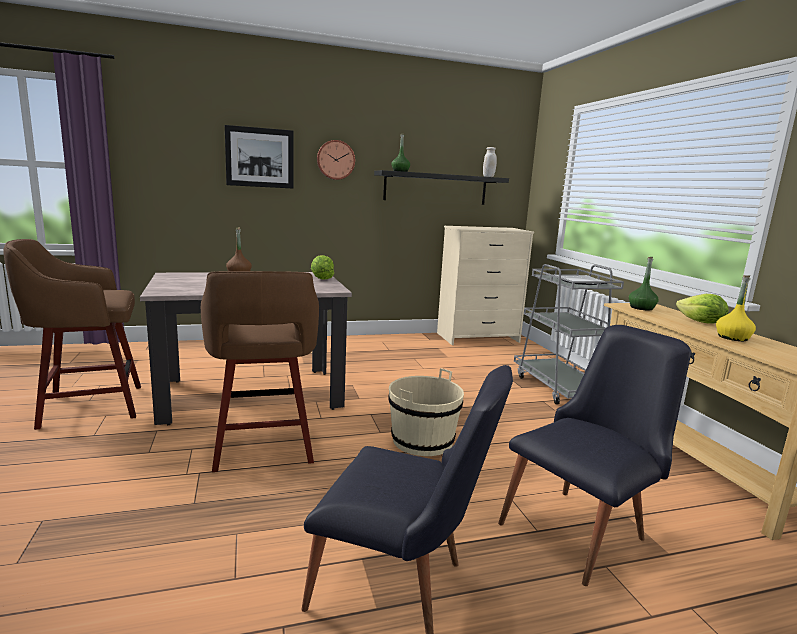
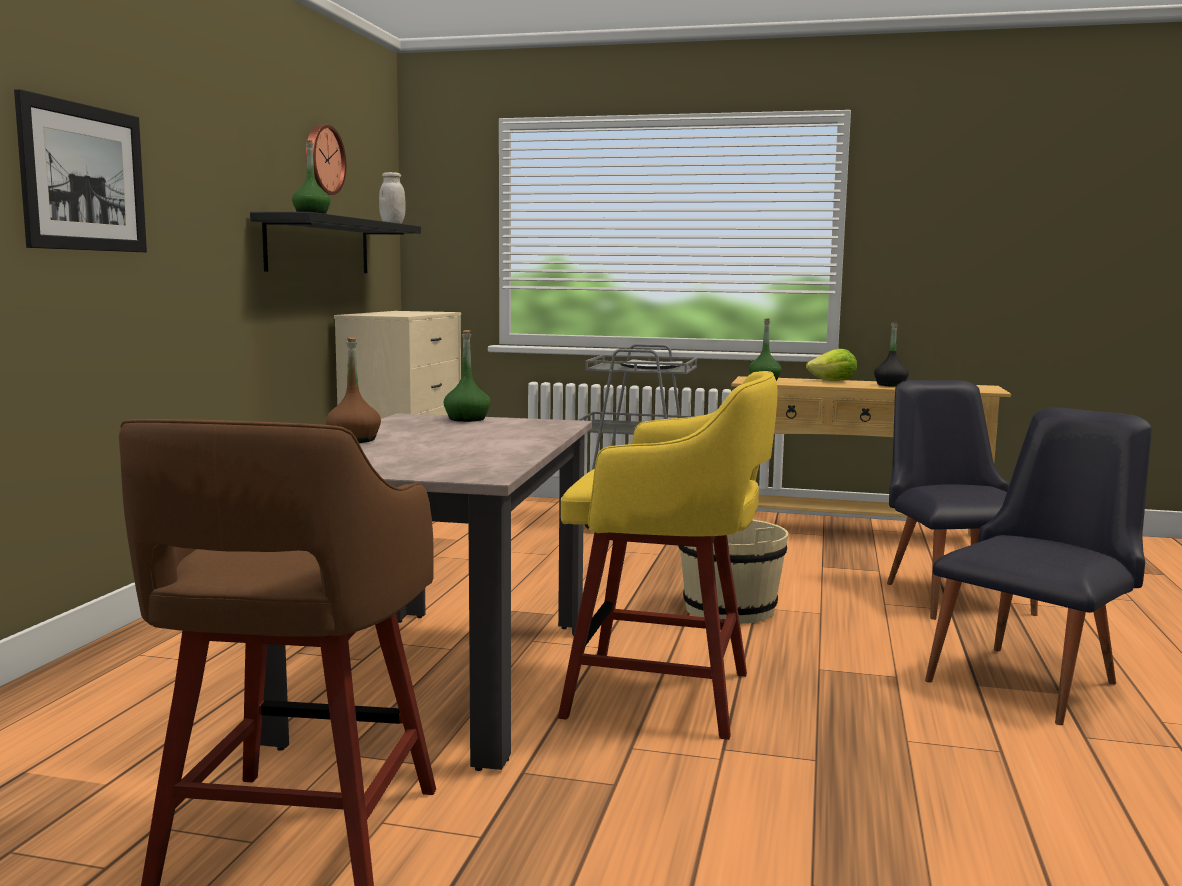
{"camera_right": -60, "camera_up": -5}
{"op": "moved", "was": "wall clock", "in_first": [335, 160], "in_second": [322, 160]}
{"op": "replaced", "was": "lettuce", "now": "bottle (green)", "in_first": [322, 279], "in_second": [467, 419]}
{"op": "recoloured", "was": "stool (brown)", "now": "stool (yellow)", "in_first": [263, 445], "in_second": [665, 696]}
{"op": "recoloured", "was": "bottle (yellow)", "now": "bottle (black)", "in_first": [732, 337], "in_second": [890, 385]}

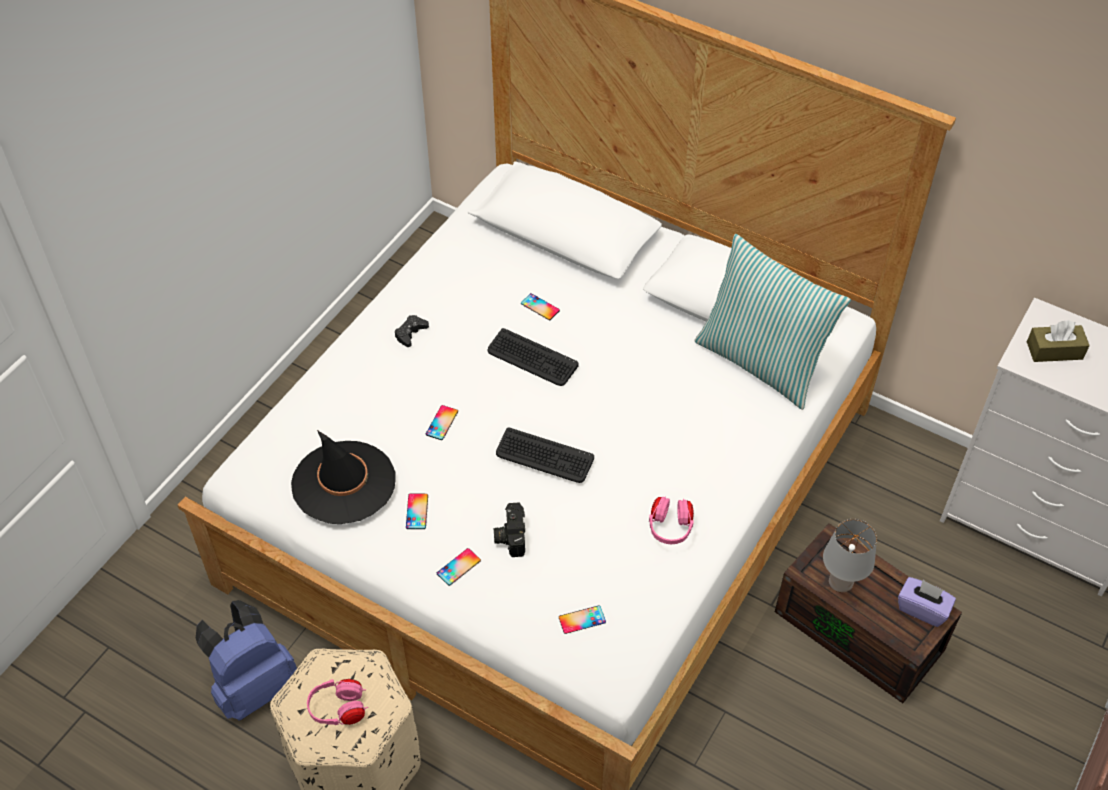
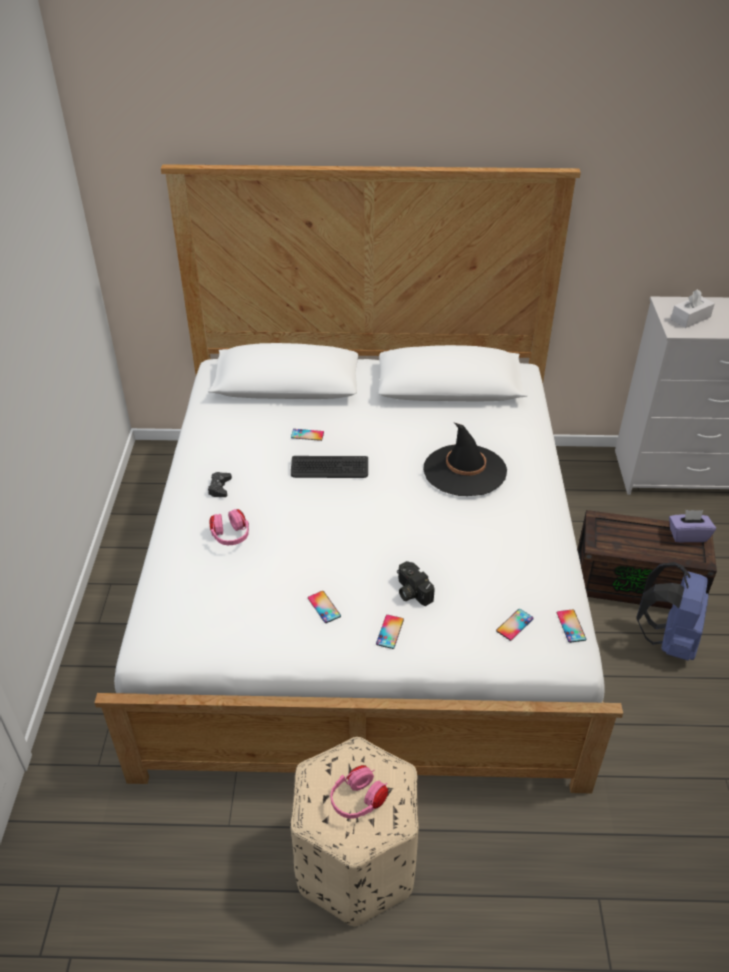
{"camera_right": -30, "camera_up": -10}
{"op": "removed", "was": "keyboard", "in_first": [544, 456]}
{"op": "removed", "was": "pillow", "in_first": [761, 362]}
{"op": "removed", "was": "table lamp (grey)", "in_first": [841, 583]}
{"op": "moved", "was": "backpack (blue)", "in_first": [254, 686], "in_second": [668, 639]}
{"op": "moved", "was": "hat (black)", "in_first": [344, 482], "in_second": [464, 470]}
{"op": "moved", "was": "phone", "in_first": [442, 423], "in_second": [571, 626]}
{"op": "moved", "was": "headphones (pink)", "in_first": [670, 528], "in_second": [230, 537]}
{"op": "recoloured", "was": "tissue box (brown)", "now": "tissue box (white)", "in_first": [1054, 350], "in_second": [690, 318]}

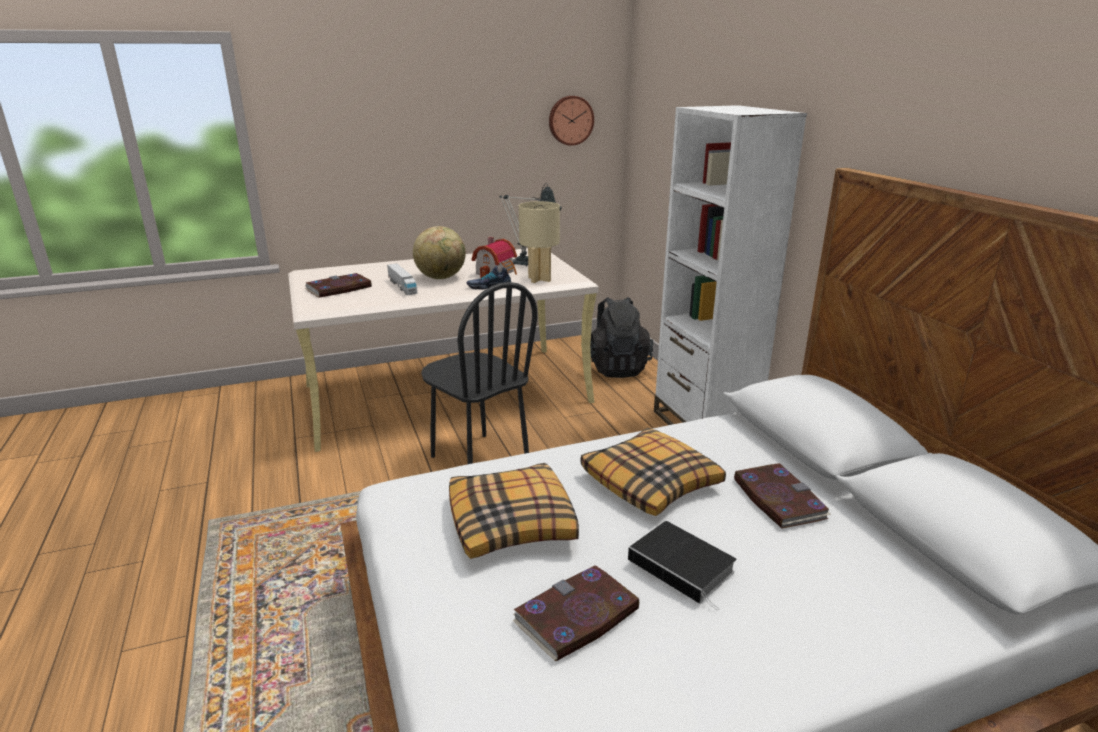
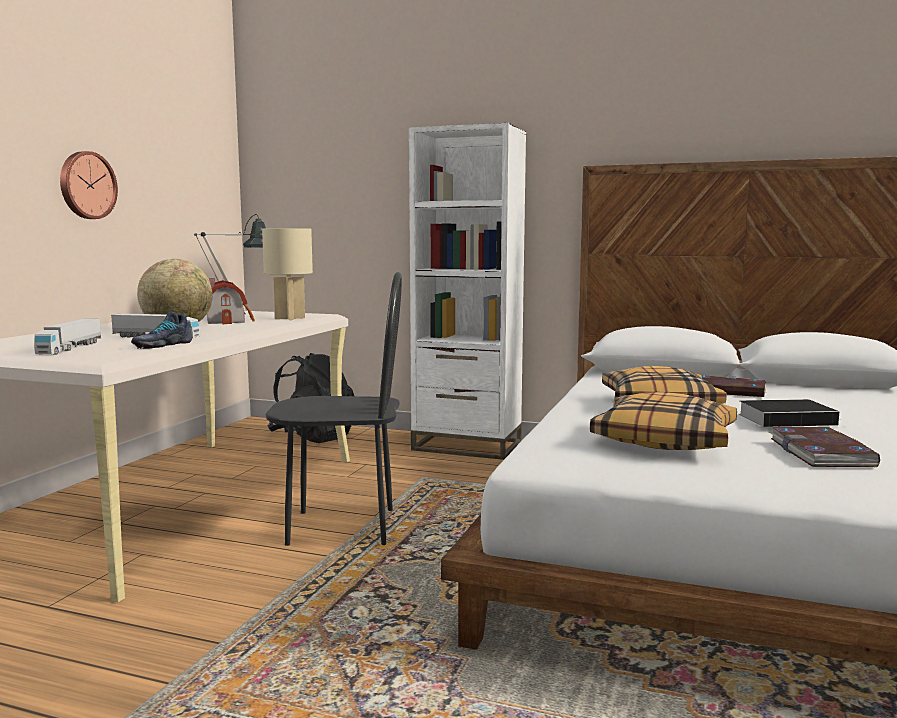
{"camera_right": -50, "camera_up": -15}
{"op": "moved", "was": "shoe", "in_first": [489, 286], "in_second": [162, 345]}
{"op": "moved", "was": "wall clock", "in_first": [570, 120], "in_second": [86, 185]}
{"op": "replaced", "was": "book", "now": "toy truck", "in_first": [339, 288], "in_second": [70, 348]}

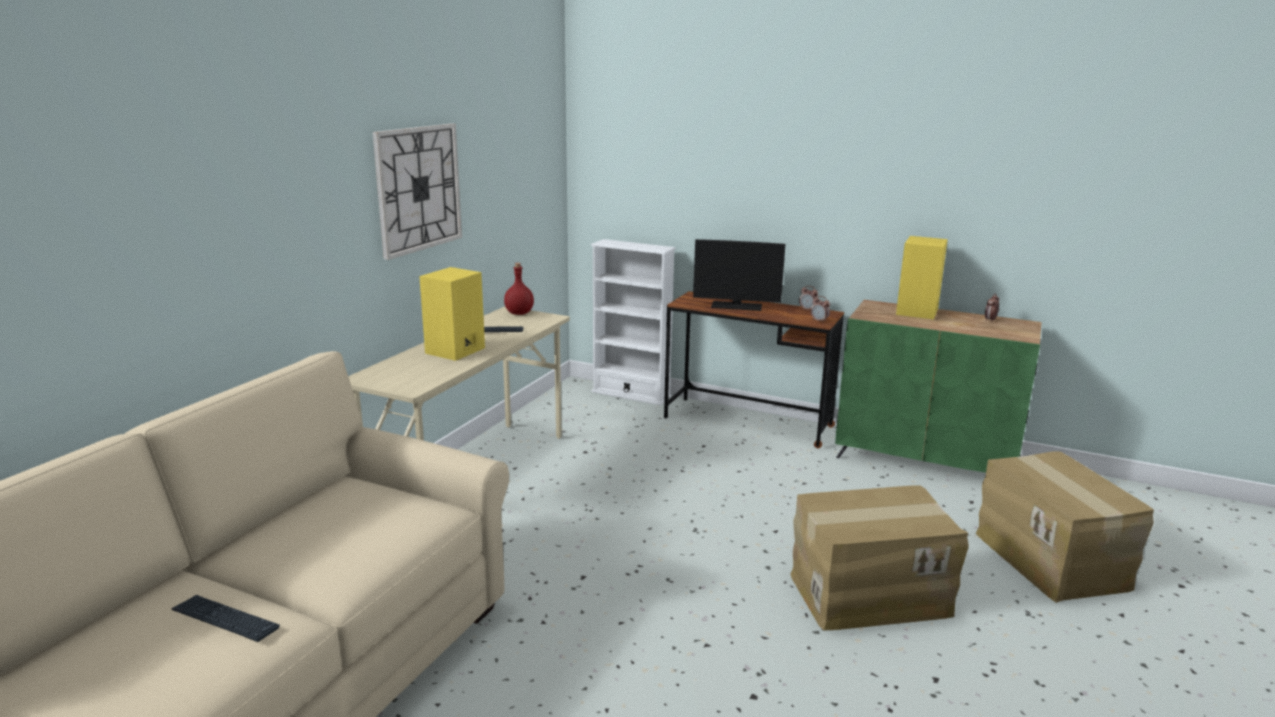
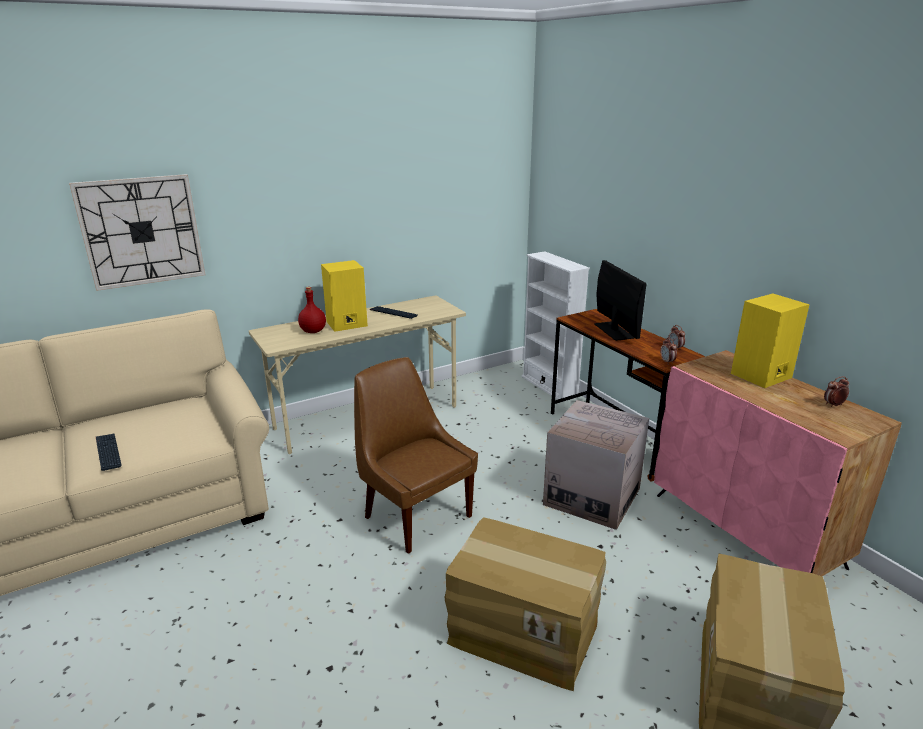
{"camera_right": 35, "camera_up": 5}
{"op": "added", "now": "chair (brown)", "in_second": [415, 515]}
{"op": "added", "now": "cardboard box", "in_second": [592, 496]}
{"op": "moved", "was": "keyboard", "in_first": [225, 619], "in_second": [108, 452]}
{"op": "moved", "was": "wall clock", "in_first": [418, 188], "in_second": [141, 231]}
{"op": "moved", "was": "bottle (red)", "in_first": [519, 313], "in_second": [312, 331]}
{"op": "recoloured", "was": "cabinet (green)", "now": "cabinet (pink)", "in_first": [926, 461], "in_second": [746, 530]}
{"op": "turned", "was": "monitor", "in_first": [736, 306], "in_second": [613, 331], "clockwise": -150}

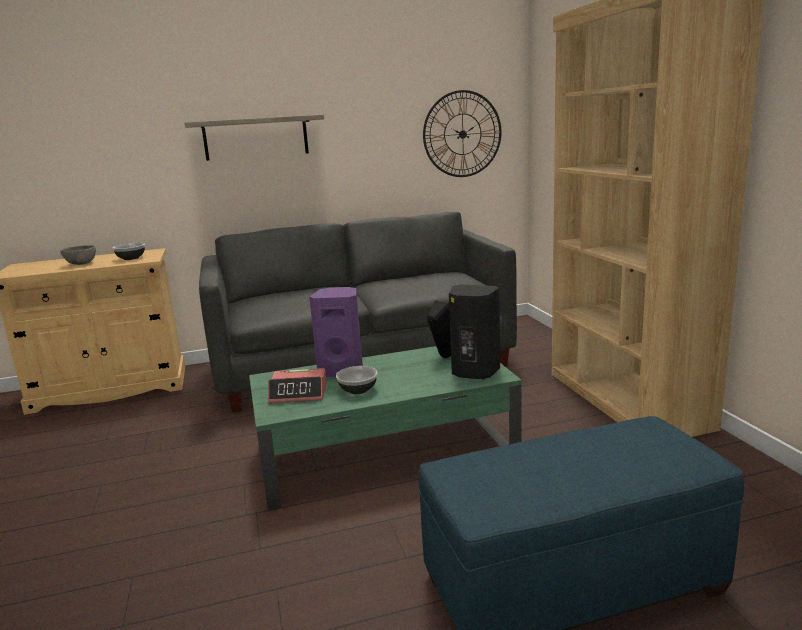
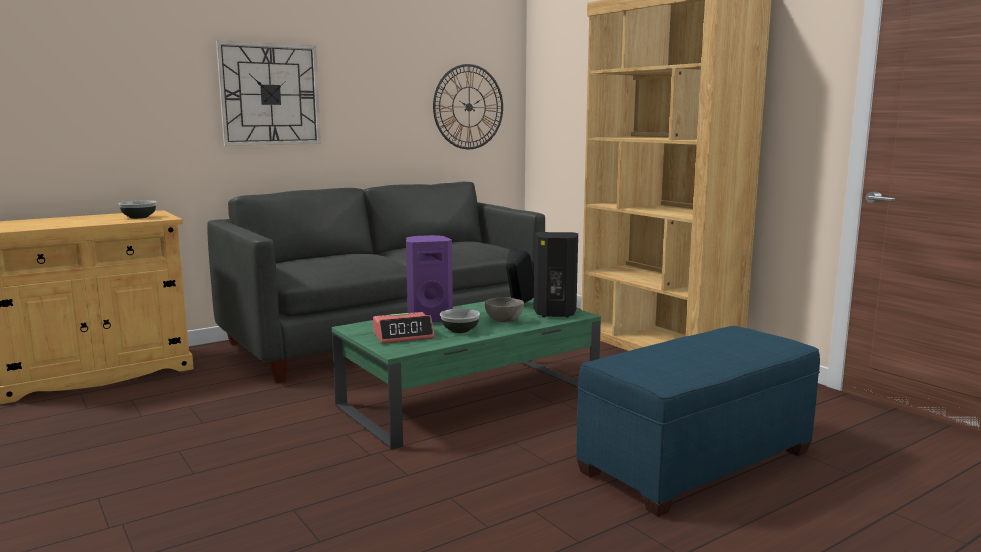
{"camera_right": -20, "camera_up": -5}
{"op": "moved", "was": "bowl (grey)", "in_first": [81, 264], "in_second": [504, 321]}
{"op": "replaced", "was": "shelf", "now": "wall clock", "in_first": [256, 138], "in_second": [270, 94]}

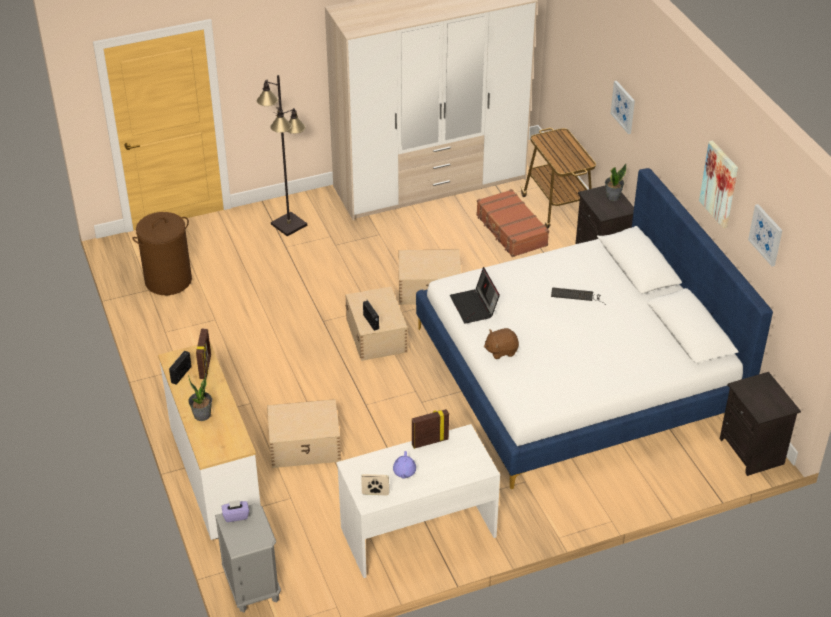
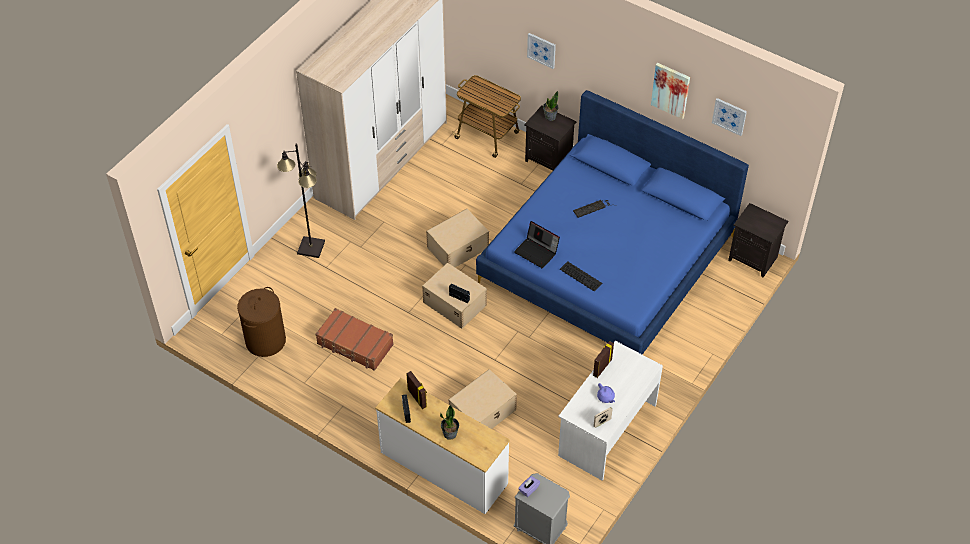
{"camera_right": -35, "camera_up": 10}
{"op": "moved", "was": "suitcase (brown)", "in_first": [511, 231], "in_second": [355, 345]}
{"op": "replaced", "was": "plush toy (brown)", "now": "keyboard", "in_first": [501, 351], "in_second": [581, 276]}
{"op": "recoloured", "was": "bed (white)", "now": "bed (blue)", "in_first": [578, 372], "in_second": [607, 259]}

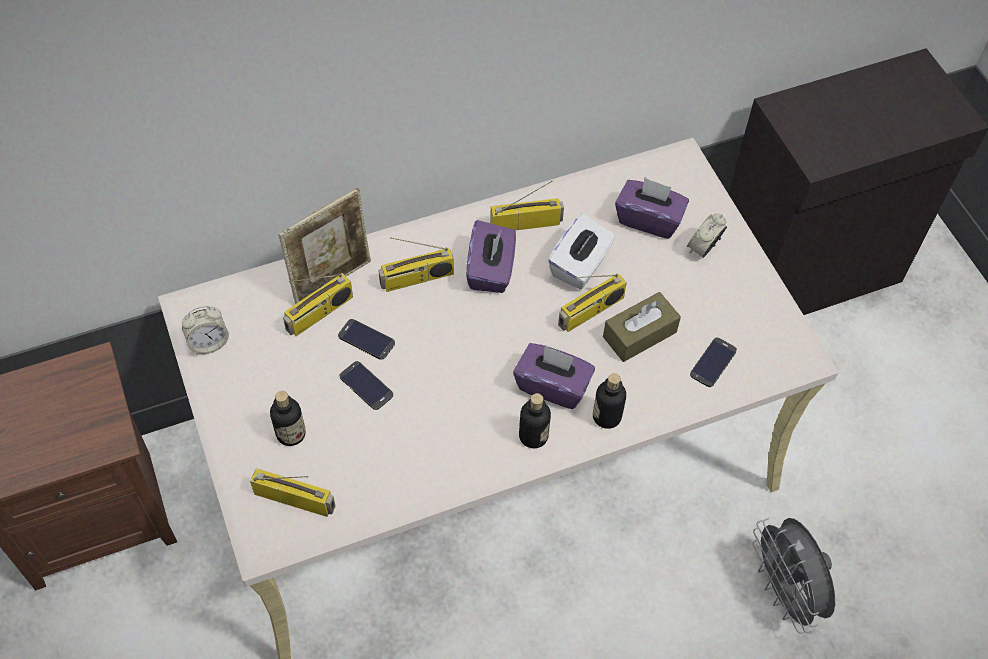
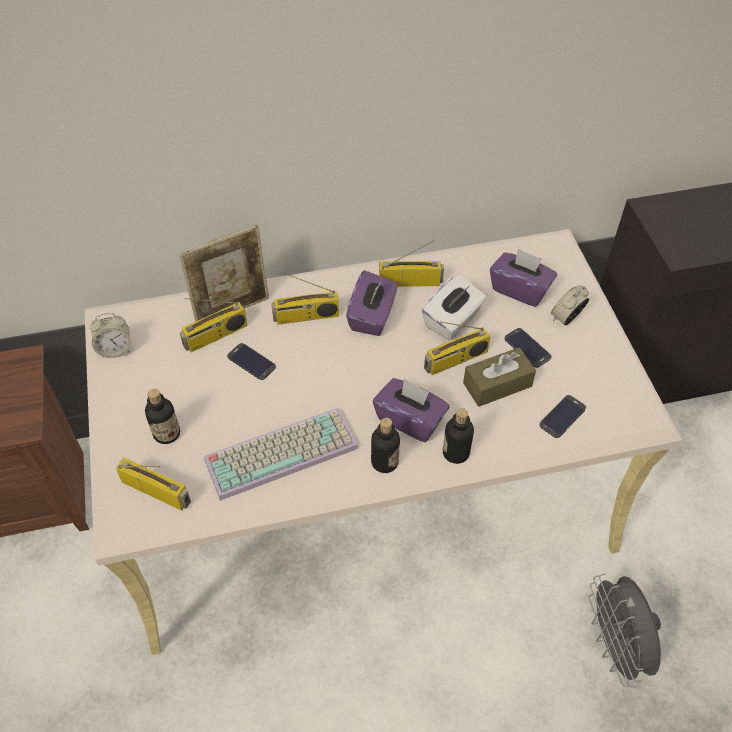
{"camera_right": 10, "camera_up": -5}
{"op": "added", "now": "keyboard", "in_second": [282, 450]}
{"op": "moved", "was": "phone", "in_first": [366, 386], "in_second": [527, 348]}

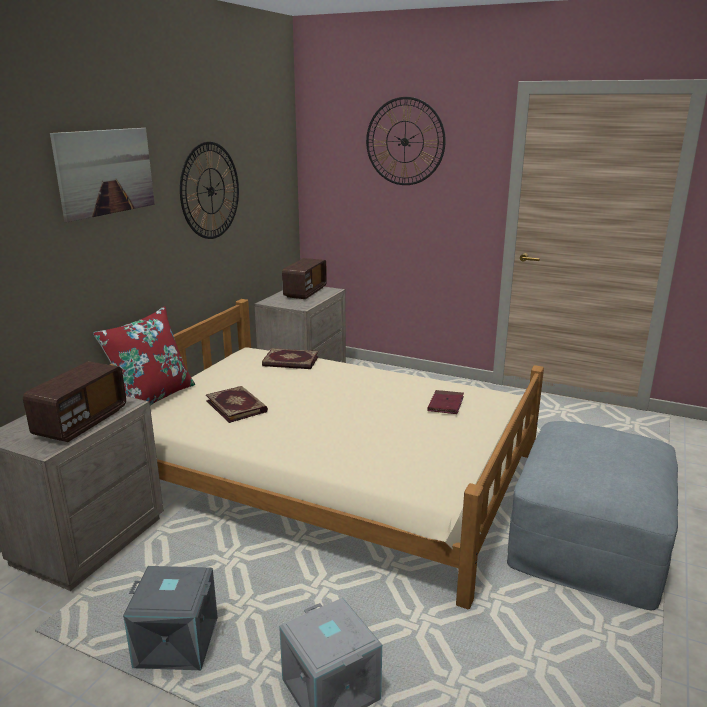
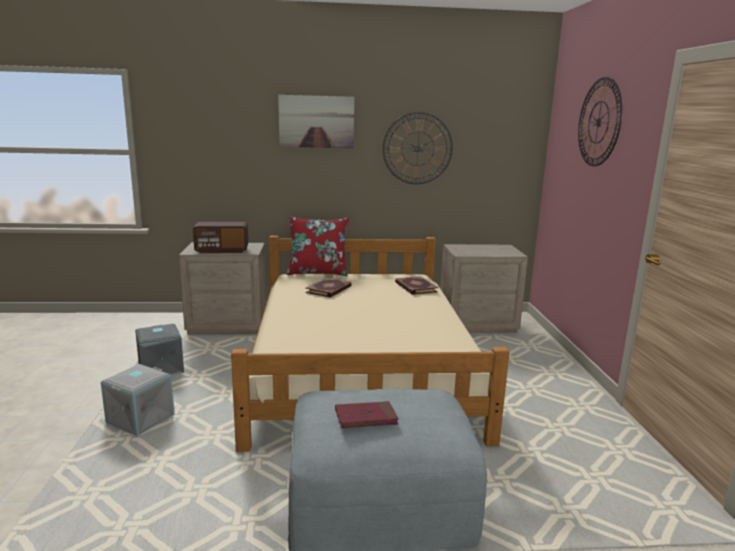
{"camera_right": 60, "camera_up": -5}
{"op": "removed", "was": "radio", "in_first": [305, 292]}
{"op": "moved", "was": "book (red)", "in_first": [445, 404], "in_second": [366, 417]}

